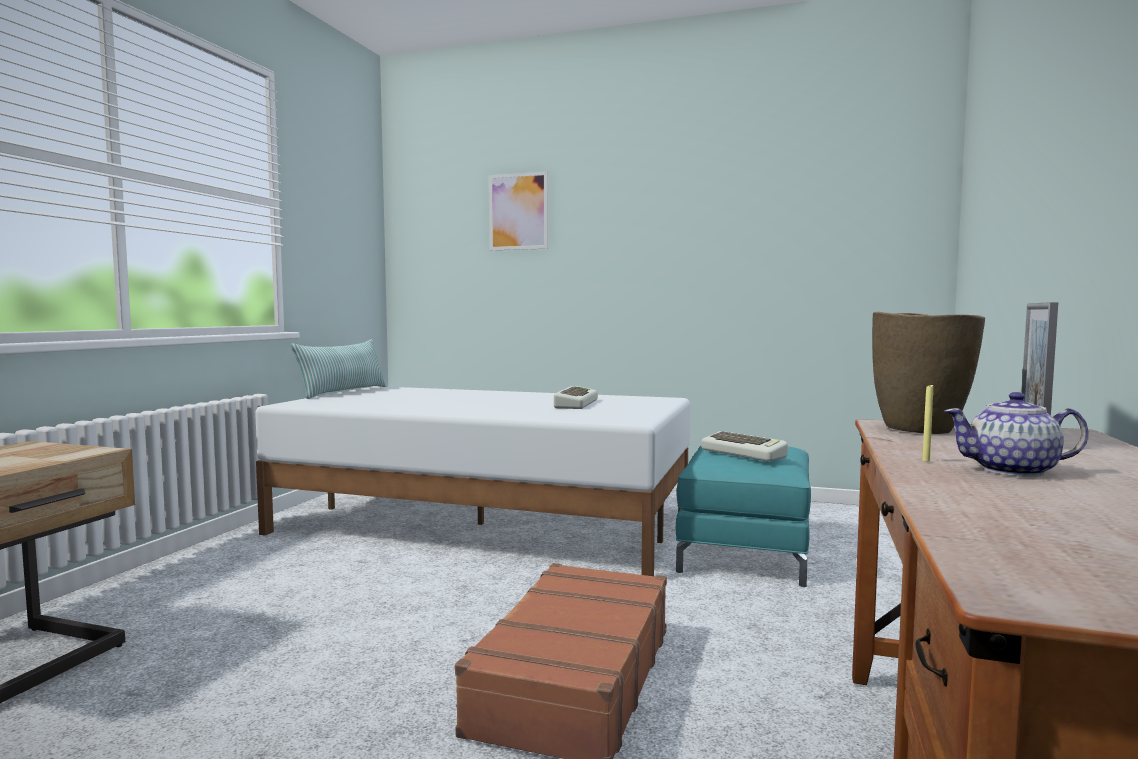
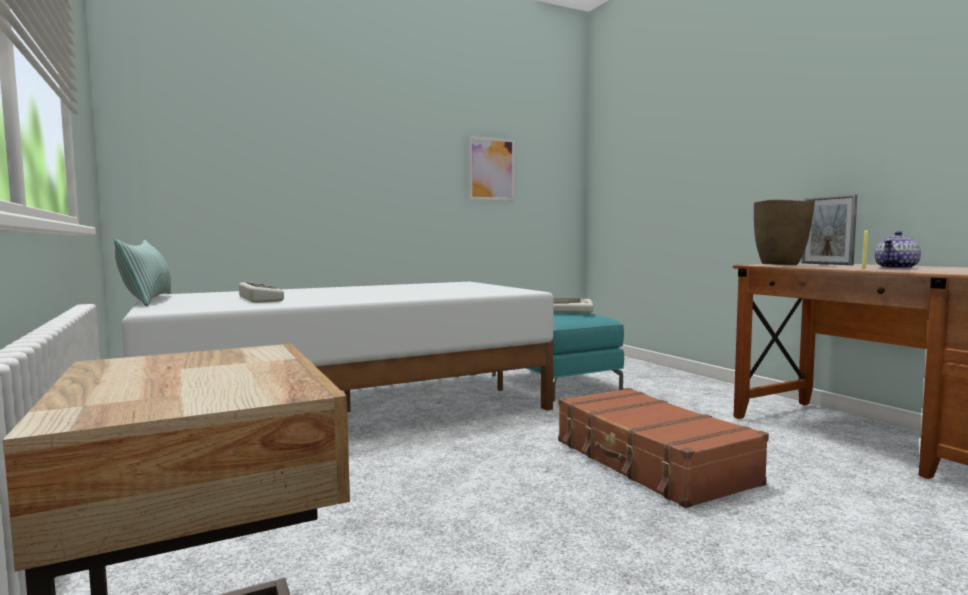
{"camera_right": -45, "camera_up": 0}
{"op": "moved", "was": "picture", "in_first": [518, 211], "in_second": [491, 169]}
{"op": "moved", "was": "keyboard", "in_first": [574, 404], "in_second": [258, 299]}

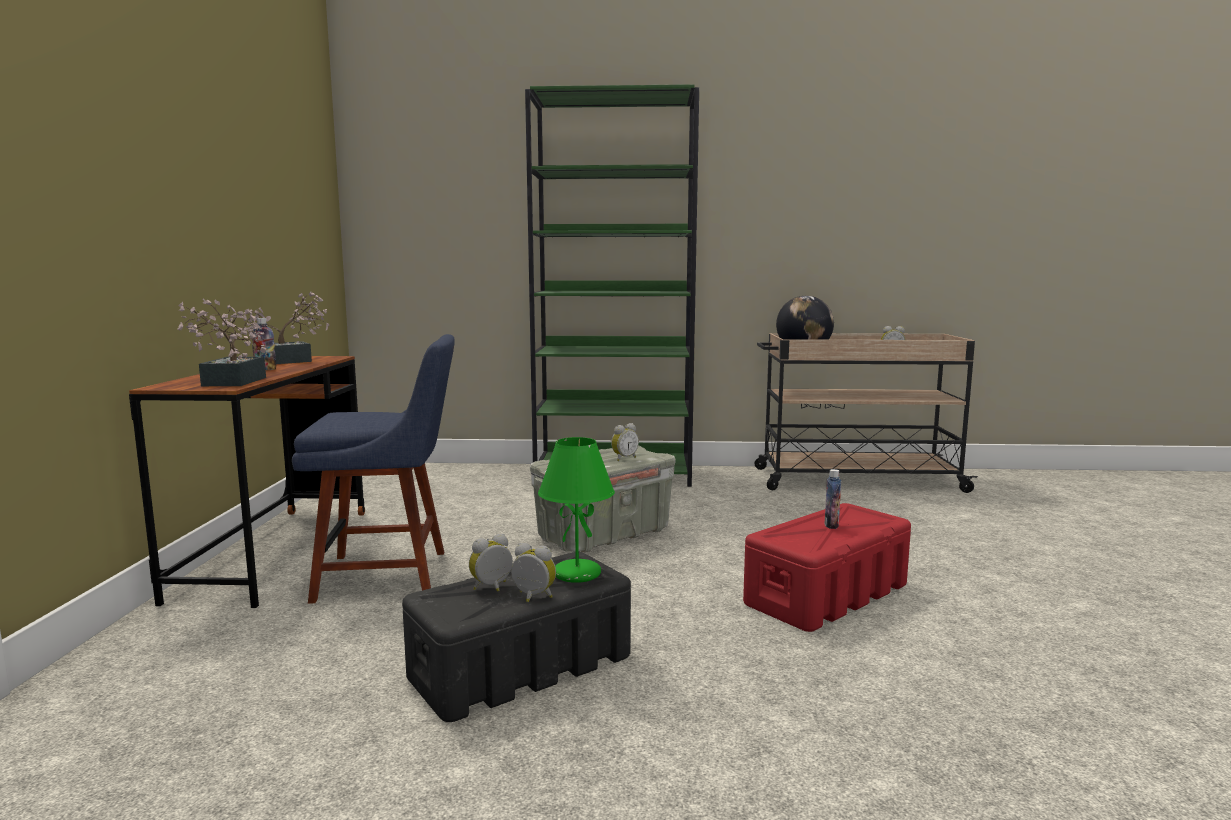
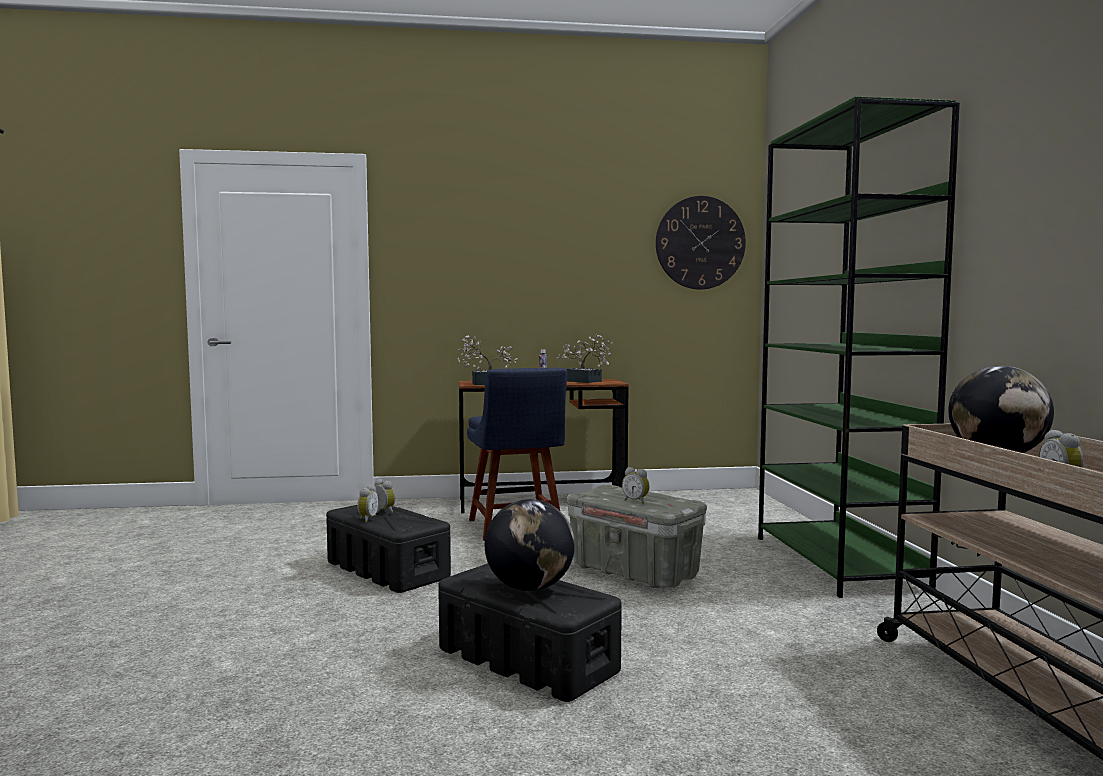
{"camera_right": 80, "camera_up": -5}
{"op": "removed", "was": "table lamp (green)", "in_first": [576, 574]}
{"op": "added", "now": "wall clock", "in_second": [700, 243]}
{"op": "replaced", "was": "bottle", "now": "globe", "in_first": [831, 525], "in_second": [530, 588]}
{"op": "recoloured", "was": "storage box (red)", "now": "storage box (black)", "in_first": [827, 594], "in_second": [528, 660]}

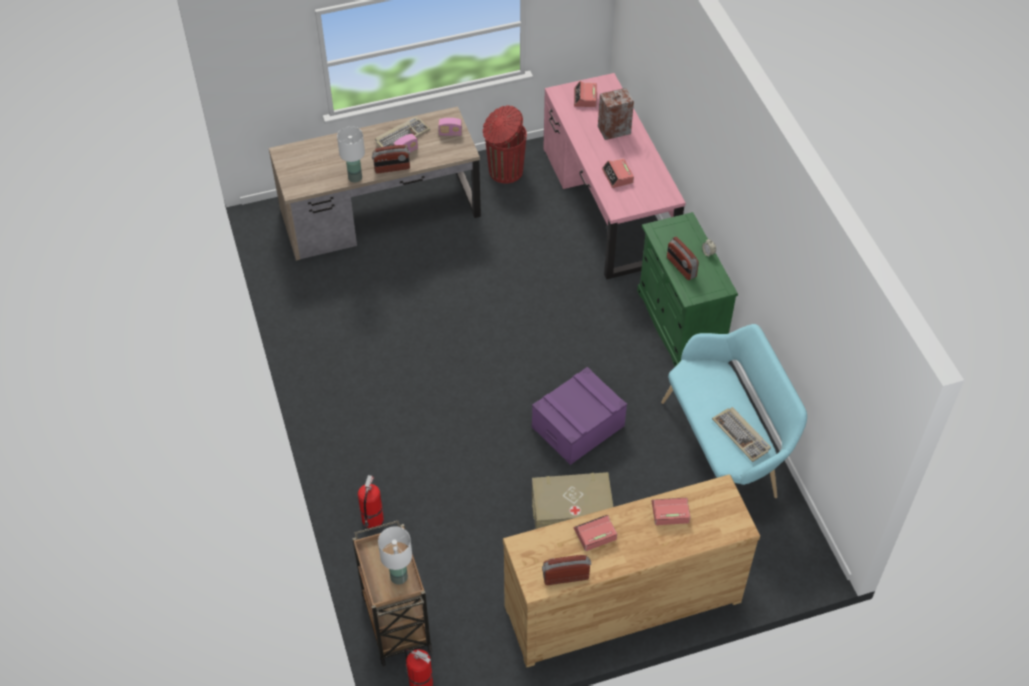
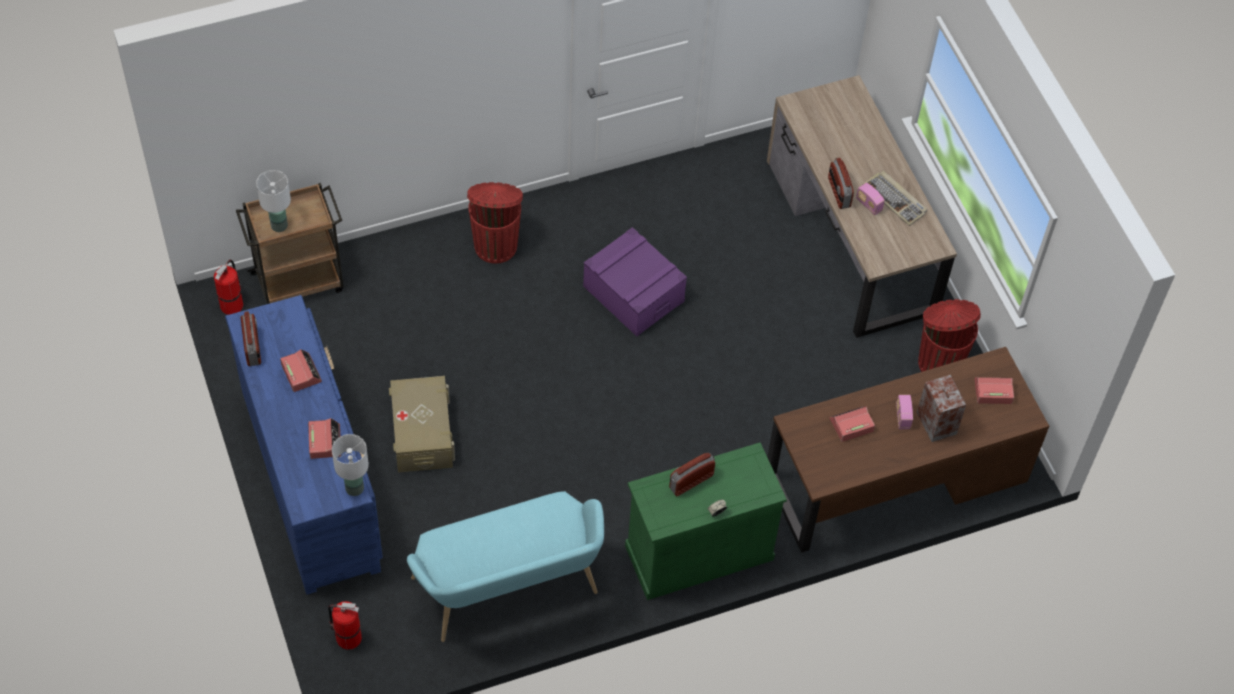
{"camera_right": 85, "camera_up": 5}
{"op": "removed", "was": "keyboard", "in_first": [742, 435]}
{"op": "added", "now": "trash can (red)", "in_second": [496, 244]}
{"op": "moved", "was": "table lamp (white)", "in_first": [354, 177], "in_second": [354, 487]}
{"op": "moved", "was": "fire extinguisher", "in_first": [372, 520], "in_second": [347, 637]}
{"op": "moved", "was": "radio", "in_first": [450, 133], "in_second": [902, 417]}
{"op": "moved", "was": "storage box (purple)", "in_first": [578, 426], "in_second": [633, 293]}
{"op": "recoloured", "was": "dresser (brown)", "now": "dresser (blue)", "in_first": [621, 602], "in_second": [311, 479]}
{"op": "recoloured", "was": "desk (pink)", "now": "desk (brown)", "in_first": [607, 204], "in_second": [895, 477]}

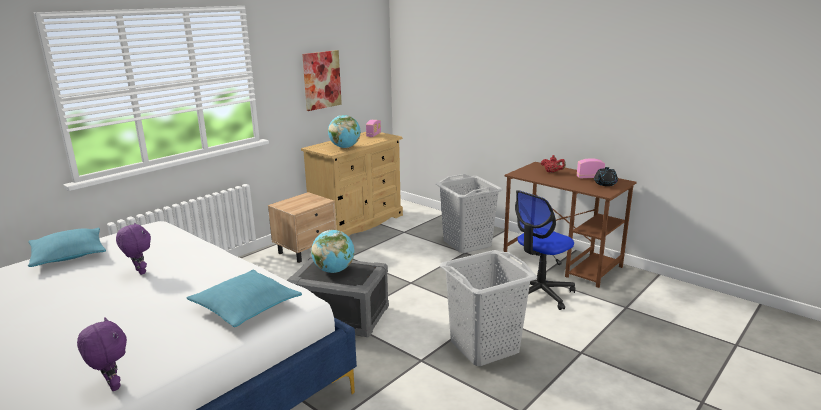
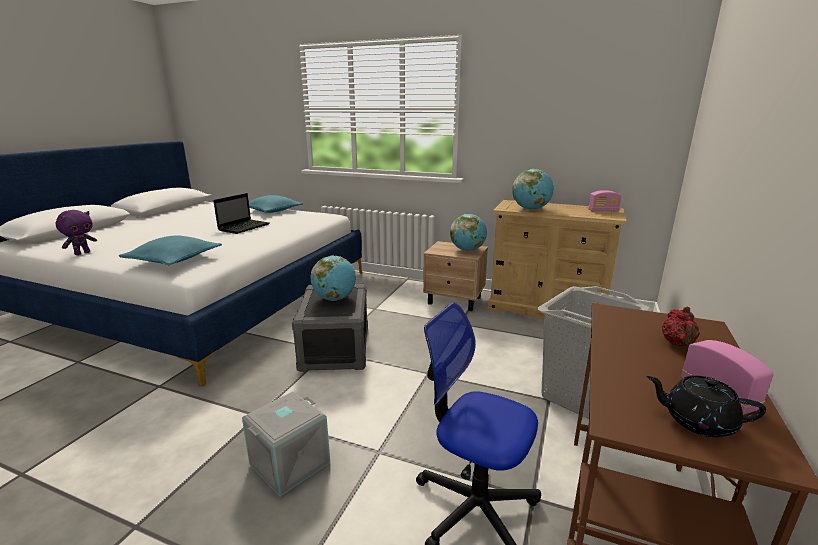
{"camera_right": 70, "camera_up": 0}
{"op": "removed", "was": "picture", "in_first": [321, 80]}
{"op": "added", "now": "globe", "in_second": [467, 250]}
{"op": "replaced", "was": "plush toy (purple)", "now": "laptop", "in_first": [139, 272], "in_second": [244, 227]}
{"op": "replaced", "was": "laundry basket (grey)", "now": "storage box (grey)", "in_first": [485, 347], "in_second": [290, 464]}

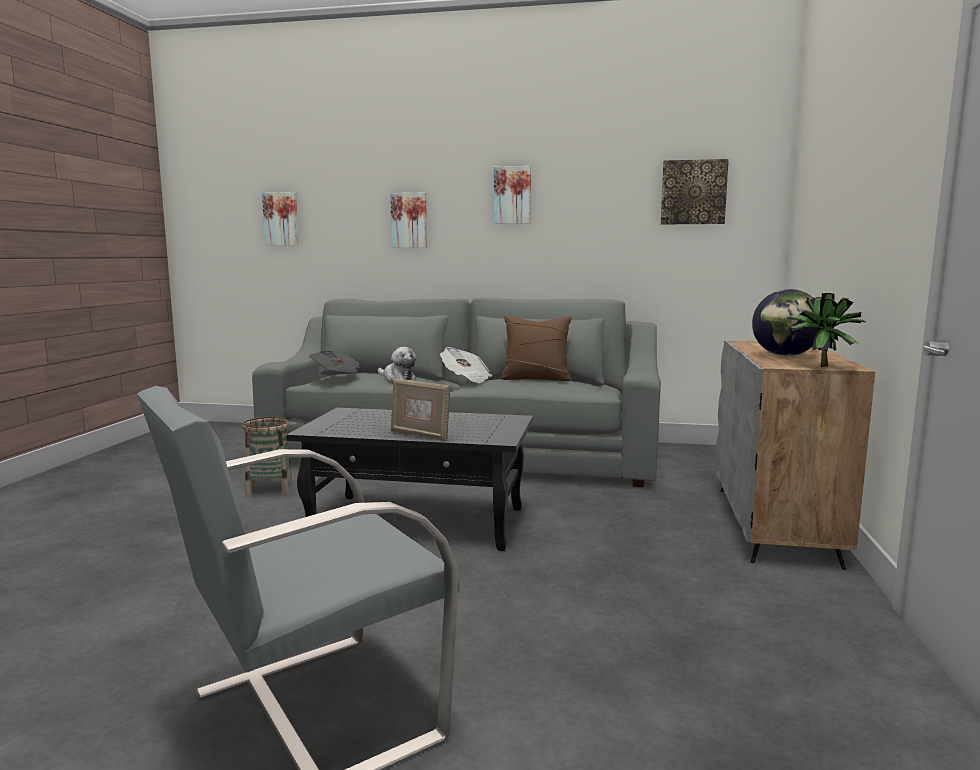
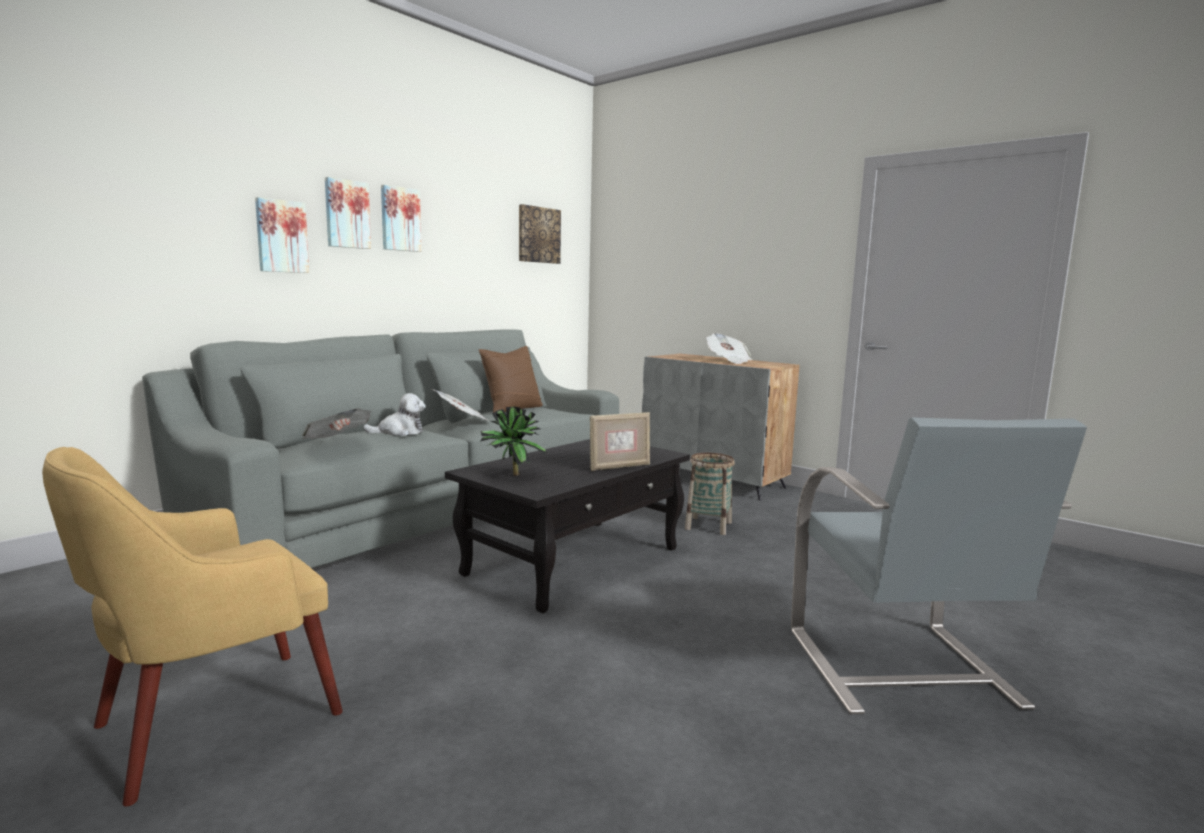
{"camera_right": -60, "camera_up": 0}
{"op": "added", "now": "armchair (yellow)", "in_second": [211, 721]}
{"op": "moved", "was": "basket", "in_first": [269, 490], "in_second": [708, 526]}
{"op": "moved", "was": "picture", "in_first": [281, 219], "in_second": [346, 214]}
{"op": "moved", "was": "potted plant", "in_first": [819, 366], "in_second": [511, 475]}
{"op": "replaced", "was": "globe", "now": "newspaper", "in_first": [784, 355], "in_second": [728, 361]}

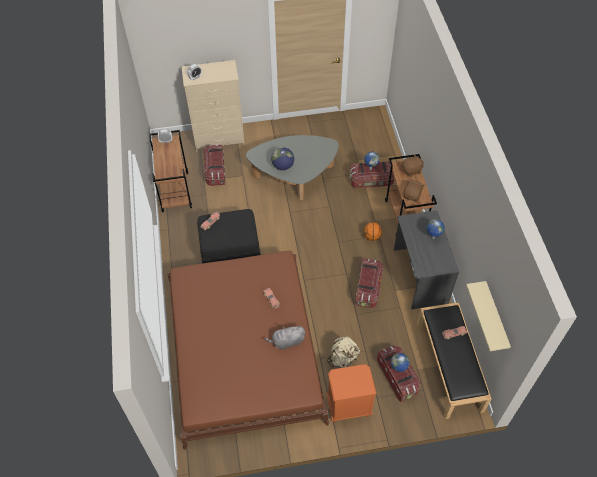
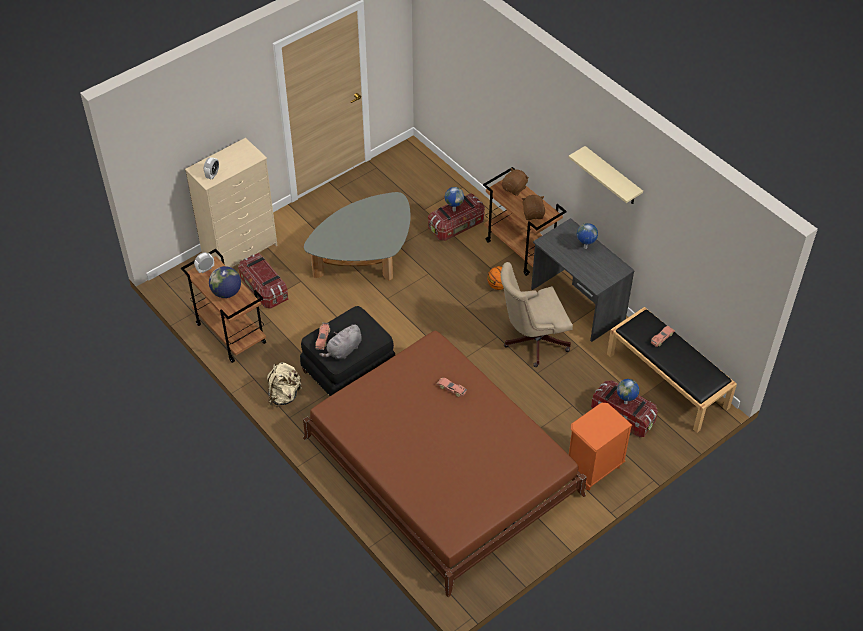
{"camera_right": -30, "camera_up": -5}
{"op": "moved", "was": "plush toy (grey)", "in_first": [287, 341], "in_second": [343, 350]}
{"op": "moved", "was": "globe", "in_first": [283, 166], "in_second": [226, 292]}
{"op": "moved", "was": "backpack (beige)", "in_first": [342, 358], "in_second": [284, 395]}
{"op": "moved", "was": "shelf (beige)", "in_first": [495, 318], "in_second": [612, 177]}
{"op": "replaced", "was": "storage box", "now": "office chair (beige)", "in_first": [368, 288], "in_second": [532, 341]}

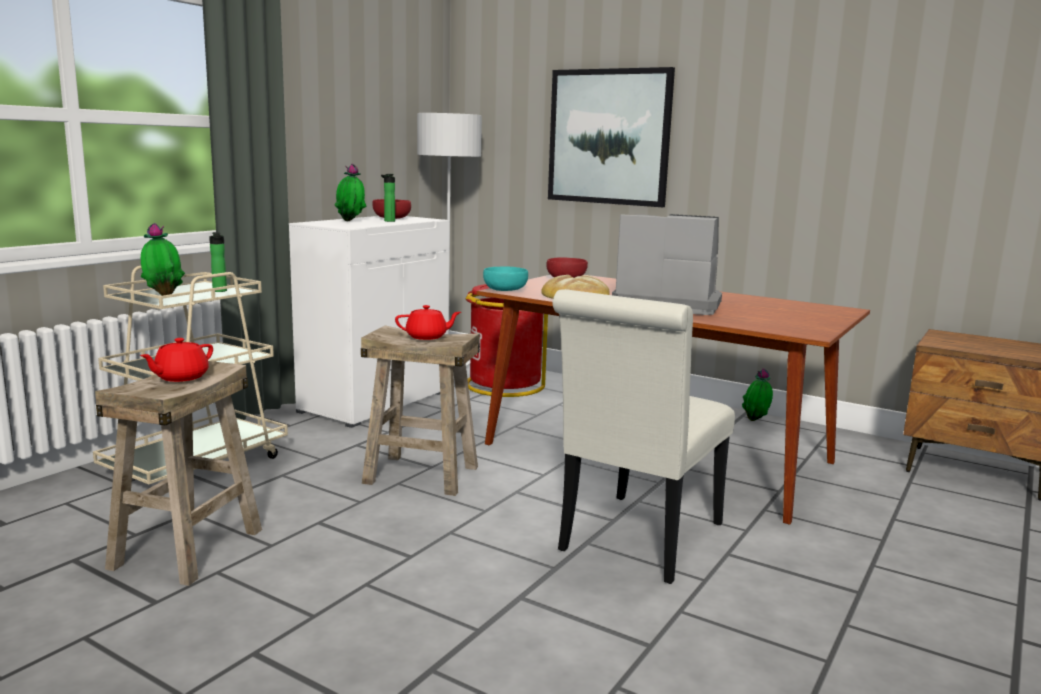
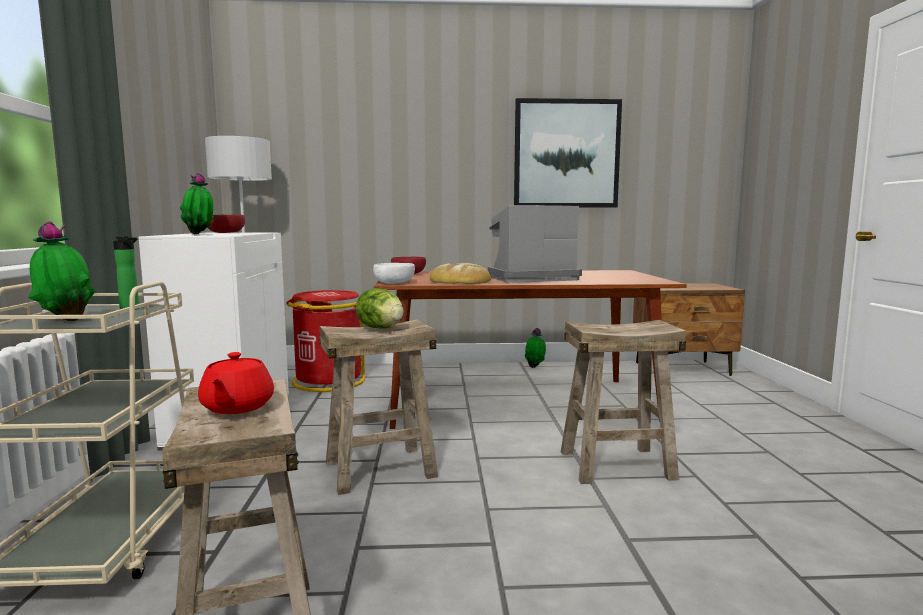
{"camera_right": -35, "camera_up": -5}
{"op": "removed", "was": "bottle", "in_first": [388, 221]}
{"op": "moved", "was": "picture", "in_first": [609, 137], "in_second": [566, 154]}
{"op": "replaced", "was": "teapot (red)", "now": "lettuce", "in_first": [427, 337], "in_second": [381, 328]}
{"op": "replaced", "was": "chair (white)", "now": "stool (beige)", "in_first": [637, 542], "in_second": [616, 465]}
{"op": "recoloured", "was": "bowl (turquoise)", "now": "bowl (white)", "in_first": [505, 290], "in_second": [395, 283]}

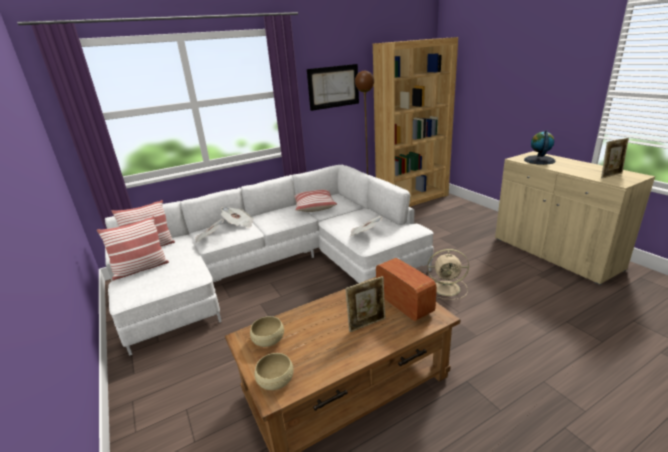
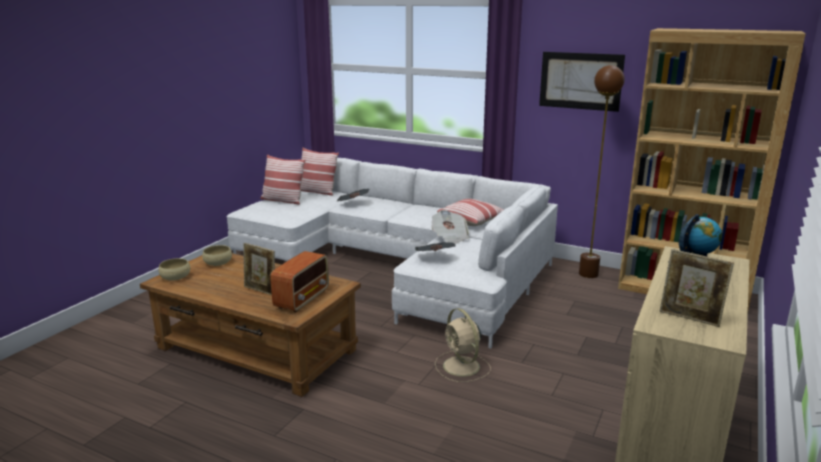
{"camera_right": 55, "camera_up": -5}
{"op": "moved", "was": "newspaper", "in_first": [239, 224], "in_second": [450, 237]}

